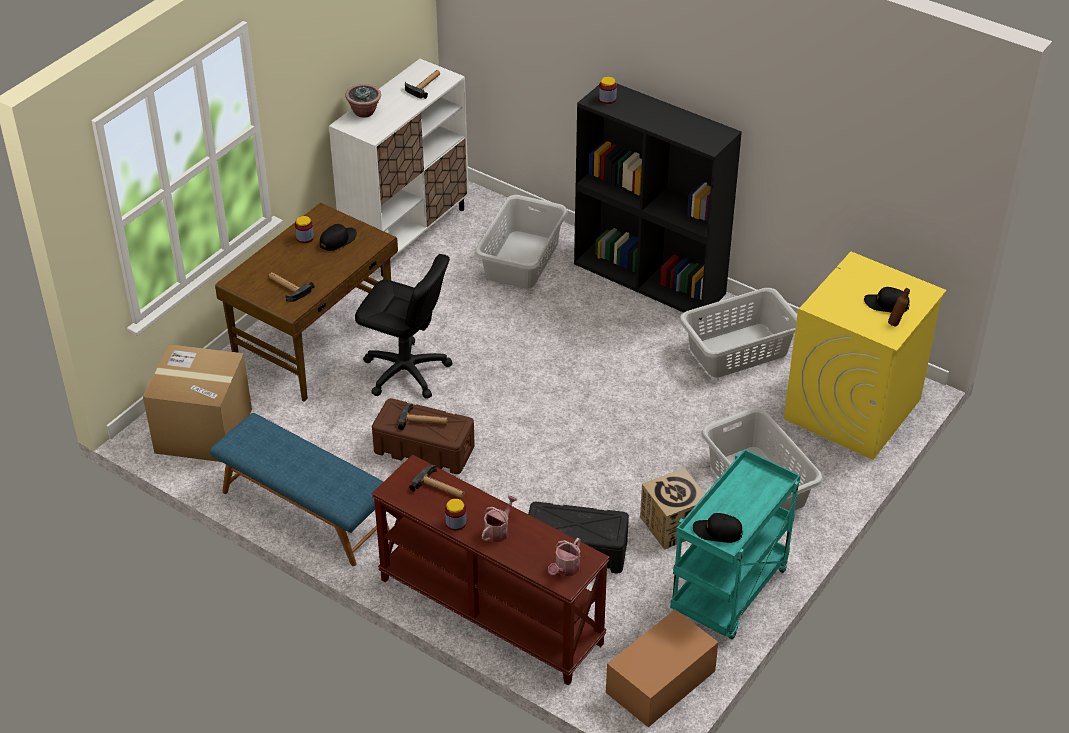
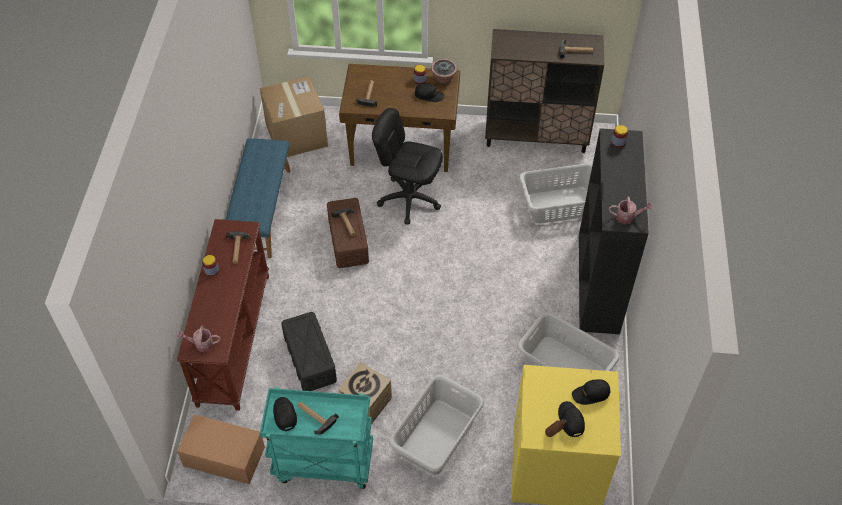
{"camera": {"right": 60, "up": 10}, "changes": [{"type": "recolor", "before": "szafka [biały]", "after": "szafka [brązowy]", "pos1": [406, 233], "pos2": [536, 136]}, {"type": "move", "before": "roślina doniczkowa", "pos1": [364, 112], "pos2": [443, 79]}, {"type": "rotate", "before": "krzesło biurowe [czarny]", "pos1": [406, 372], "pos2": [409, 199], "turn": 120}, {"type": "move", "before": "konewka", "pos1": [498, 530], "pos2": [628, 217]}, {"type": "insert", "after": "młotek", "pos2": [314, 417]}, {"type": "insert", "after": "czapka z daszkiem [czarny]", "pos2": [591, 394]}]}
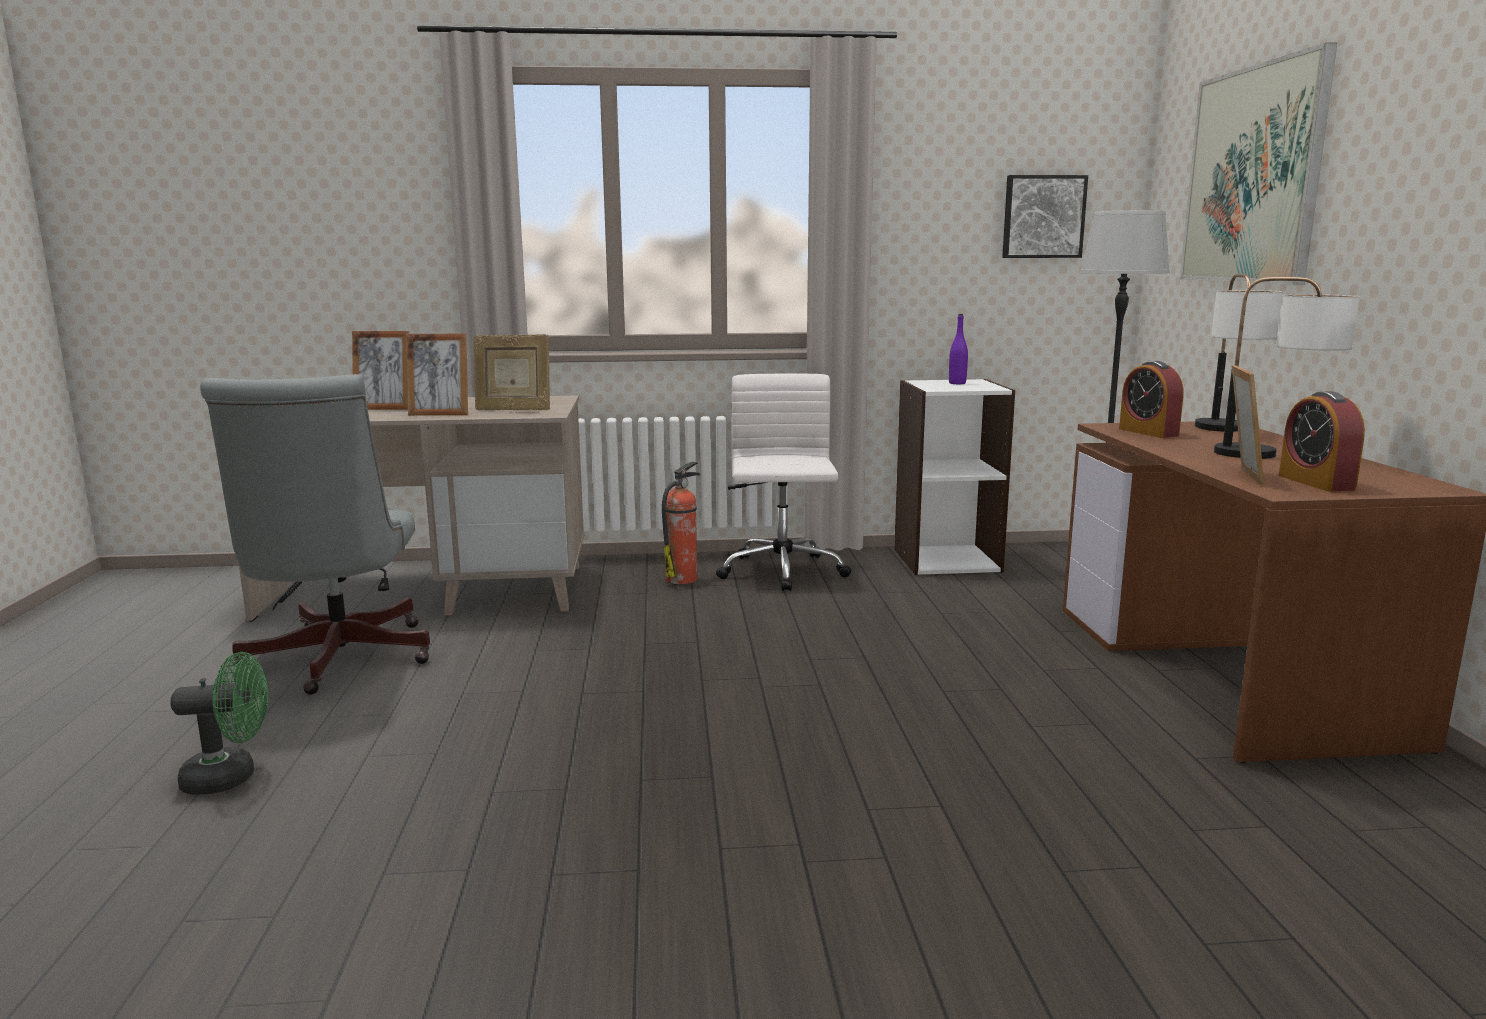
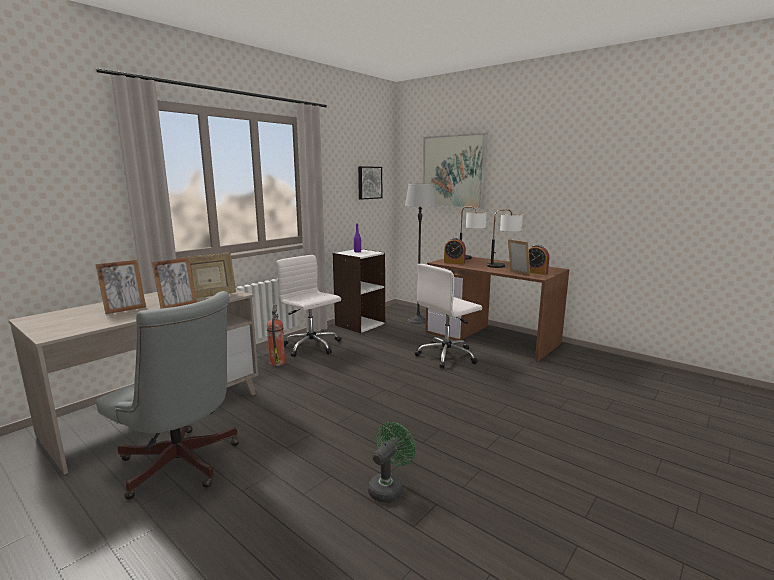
{"camera": {"right": -45, "up": 0}, "changes": [{"type": "move", "before": "wentylator [zielony]", "pos1": [231, 777], "pos2": [389, 487]}, {"type": "insert", "after": "krzesło biurowe [biały]", "pos2": [447, 356]}]}
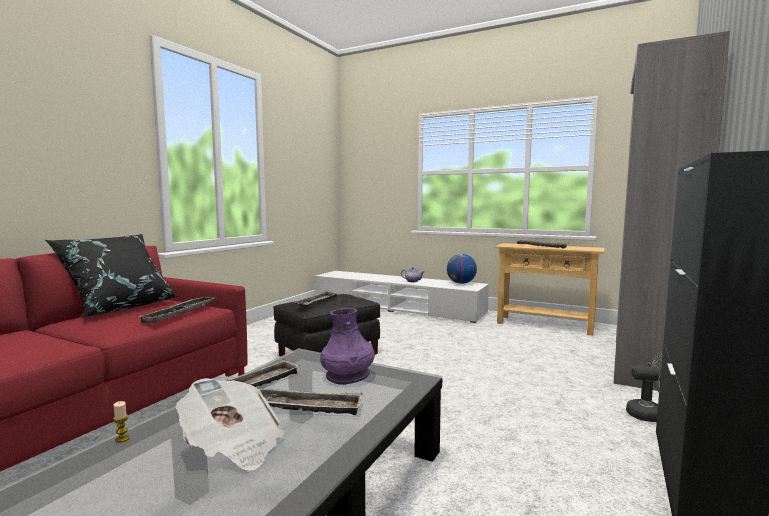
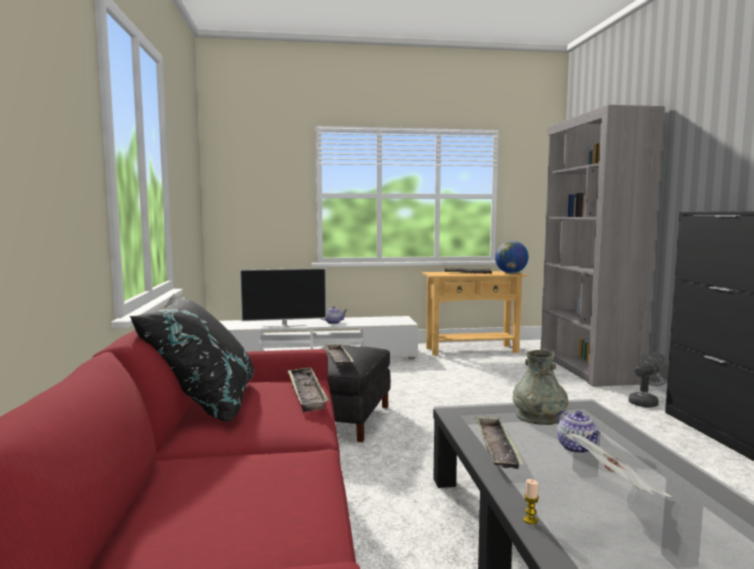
{"camera": {"right": -35, "up": 0}, "changes": [{"type": "replace", "before": "taca", "after": "imbryk", "pos1": [302, 407], "pos2": [578, 448]}, {"type": "recolor", "before": "wazon [fioletowy]", "after": "wazon [szary]", "pos1": [348, 376], "pos2": [538, 417]}, {"type": "move", "before": "globus", "pos1": [461, 283], "pos2": [511, 273]}, {"type": "insert", "after": "telewizor", "pos2": [284, 326]}]}
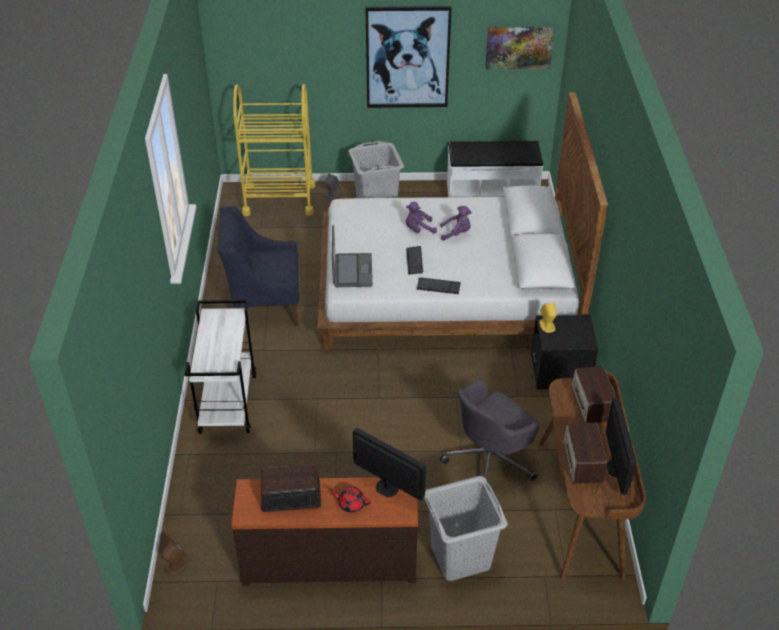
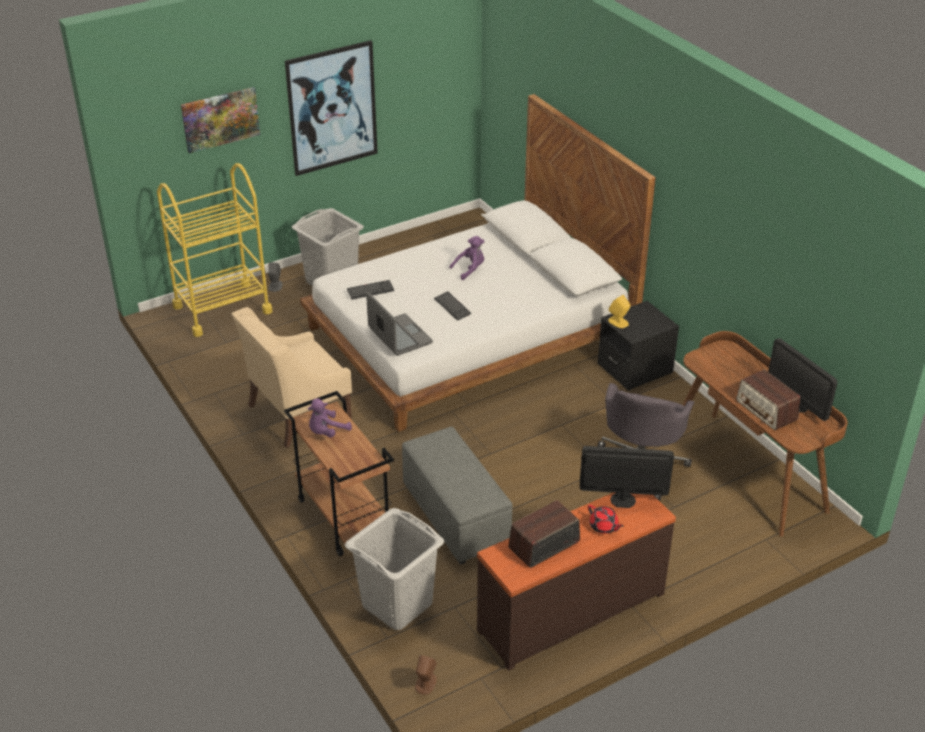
{"camera": {"right": -30, "up": -5}, "changes": [{"type": "recolor", "before": "wózek [biały]", "after": "wózek [brązowy]", "pos1": [227, 403], "pos2": [343, 517]}, {"type": "recolor", "before": "fotel [niebieski]", "after": "fotel [beżowy]", "pos1": [264, 304], "pos2": [298, 413]}, {"type": "rotate", "before": "imbryk [czerwony]", "pos1": [351, 504], "pos2": [604, 526], "turn": -120}, {"type": "move", "before": "pluszak [fioletowy]", "pos1": [418, 229], "pos2": [327, 432]}, {"type": "move", "before": "klawiatura", "pos1": [438, 286], "pos2": [370, 291]}, {"type": "move", "before": "kosz na pranie [szary]", "pos1": [460, 556], "pos2": [396, 604]}, {"type": "delete", "before": "ławka [biały]", "pos1": [491, 192]}, {"type": "move", "before": "obraz", "pos1": [519, 47], "pos2": [220, 119]}, {"type": "delete", "before": "radio", "pos1": [592, 403]}, {"type": "insert", "after": "pufa [szary]", "pos2": [455, 515]}]}
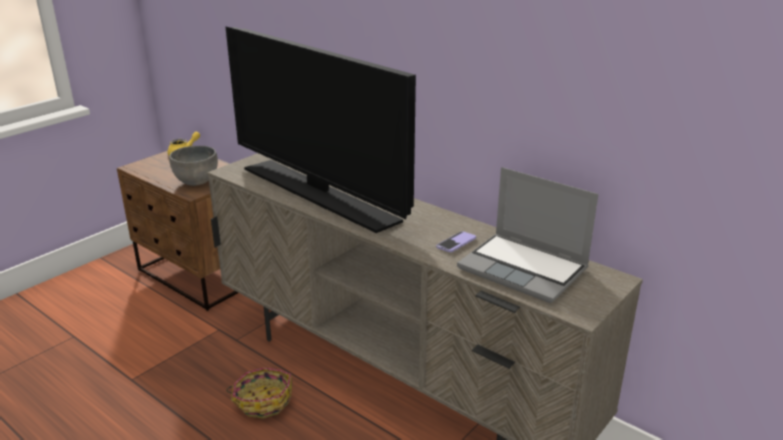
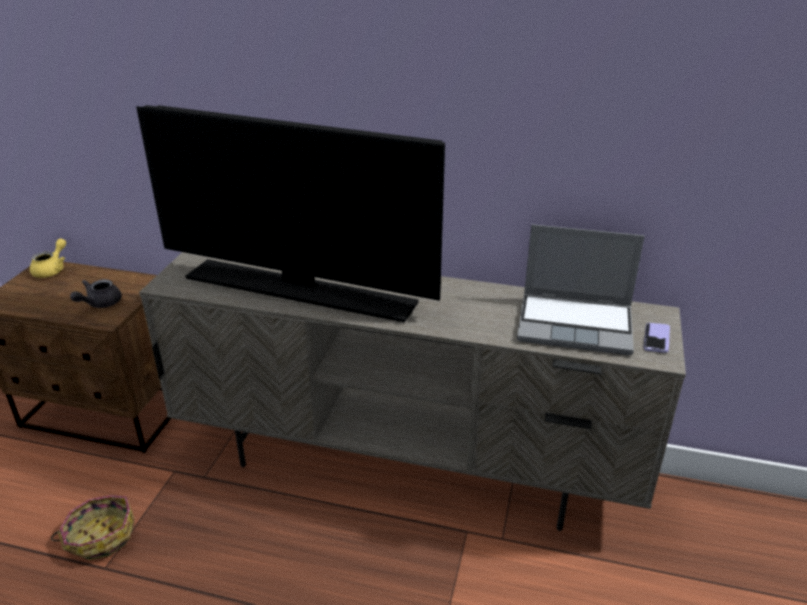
{"camera": {"right": -25, "up": 5}, "changes": [{"type": "replace", "before": "miska [szary]", "after": "imbryk [szary]", "pos1": [196, 182], "pos2": [99, 303]}, {"type": "move", "before": "koszyk", "pos1": [263, 400], "pos2": [100, 536]}, {"type": "move", "before": "telefon", "pos1": [456, 243], "pos2": [656, 339]}]}
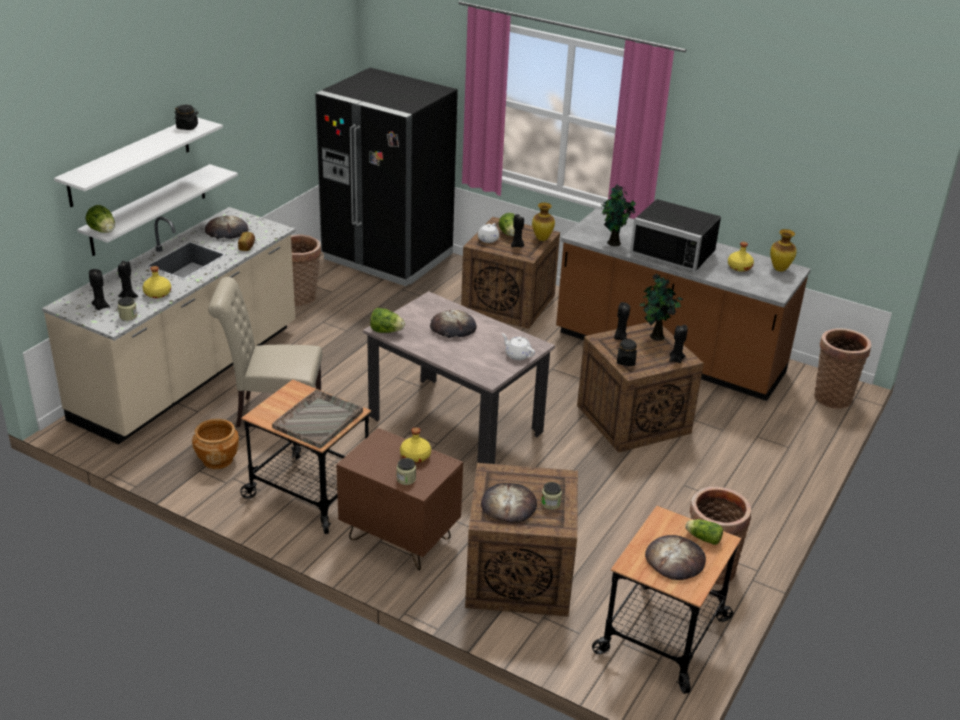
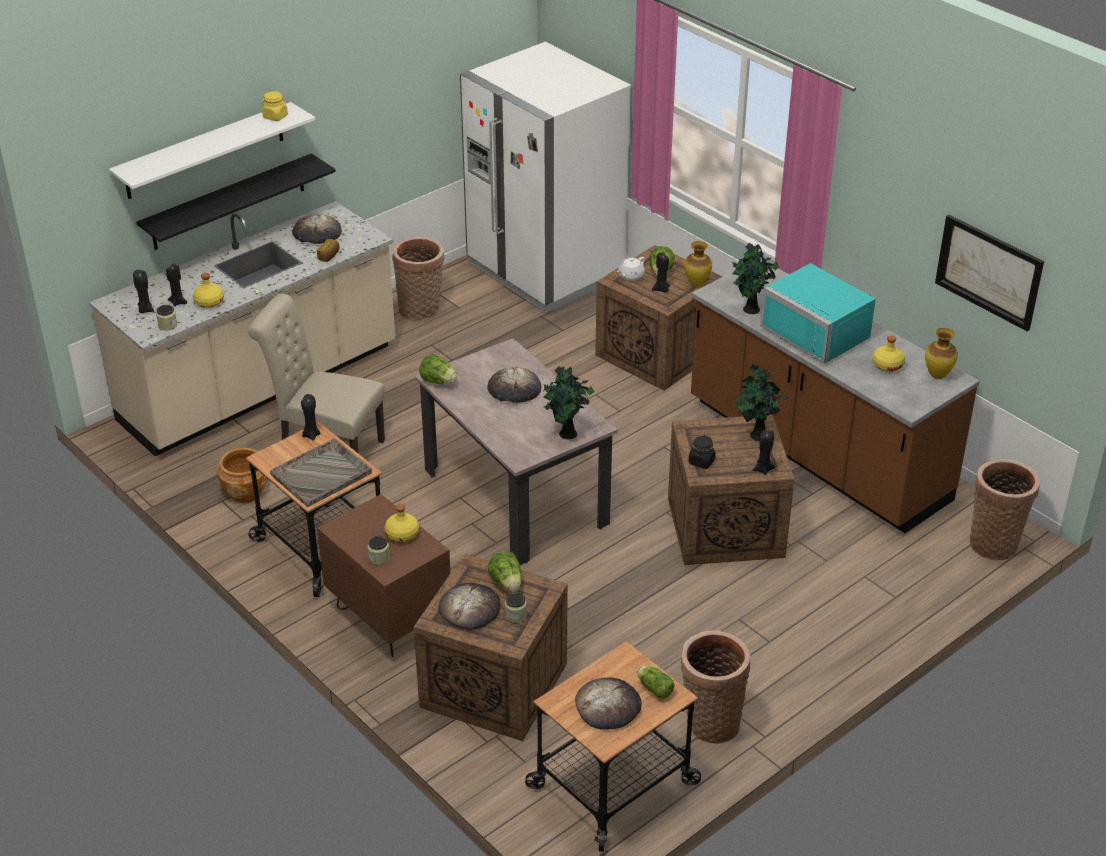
{"camera": {"right": 20, "up": 5}, "changes": [{"type": "recolor", "before": "półka [biały]", "after": "półka [czarny]", "pos1": [149, 210], "pos2": [228, 202]}, {"type": "move", "before": "sałata", "pos1": [103, 231], "pos2": [507, 583]}, {"type": "recolor", "before": "słoik [czarny]", "after": "słoik [żółty]", "pos1": [187, 127], "pos2": [275, 116]}, {"type": "recolor", "before": "lodówka [czarny]", "after": "lodówka [biały]", "pos1": [387, 257], "pos2": [545, 271]}, {"type": "replace", "before": "imbryk [biały]", "after": "roślina doniczkowa", "pos1": [517, 355], "pos2": [567, 434]}, {"type": "move", "before": "świeca [czarny]", "pos1": [620, 338], "pos2": [311, 435]}, {"type": "recolor", "before": "mikrofalówka [czarny]", "after": "mikrofalówka [turkusowy]", "pos1": [675, 251], "pos2": [820, 332]}, {"type": "insert", "after": "obraz", "pos2": [989, 271]}]}
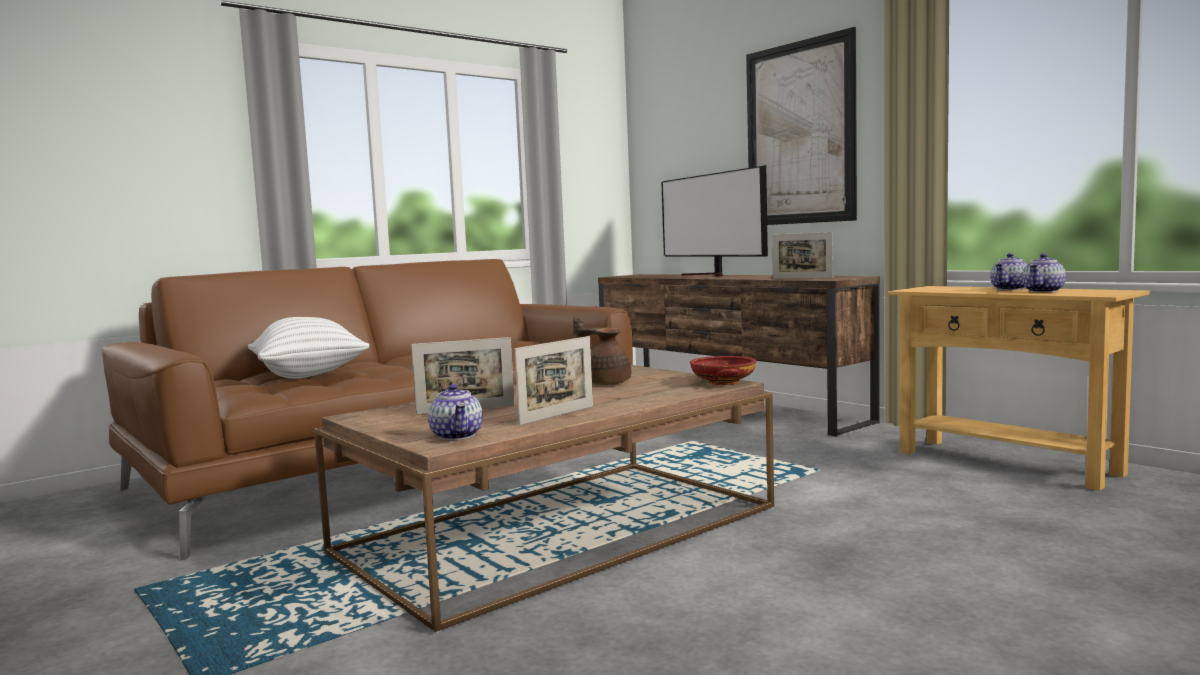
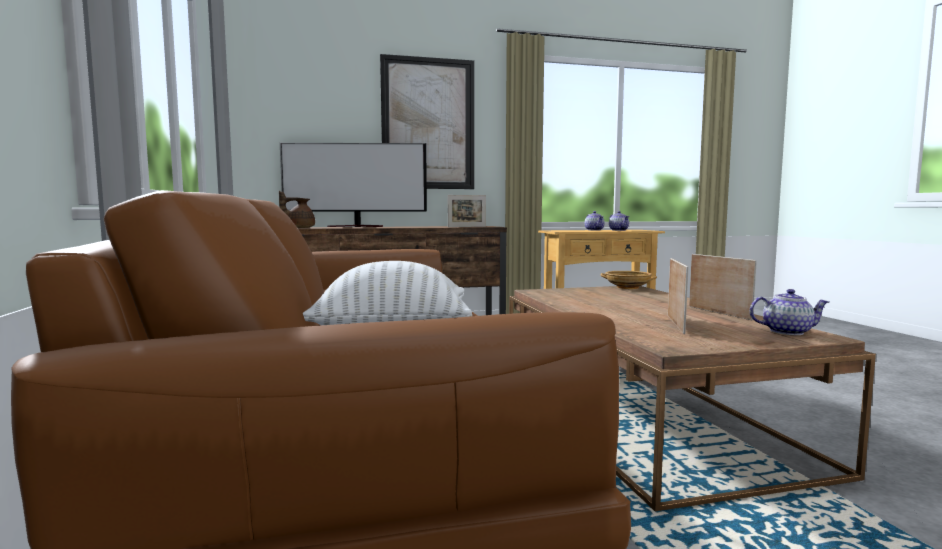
{"camera": {"right": -65, "up": 0}, "changes": [{"type": "move", "before": "imbryk [brązowy]", "pos1": [604, 383], "pos2": [299, 228]}, {"type": "recolor", "before": "miska [czerwony]", "after": "miska [beżowy]", "pos1": [722, 382], "pos2": [627, 287]}]}
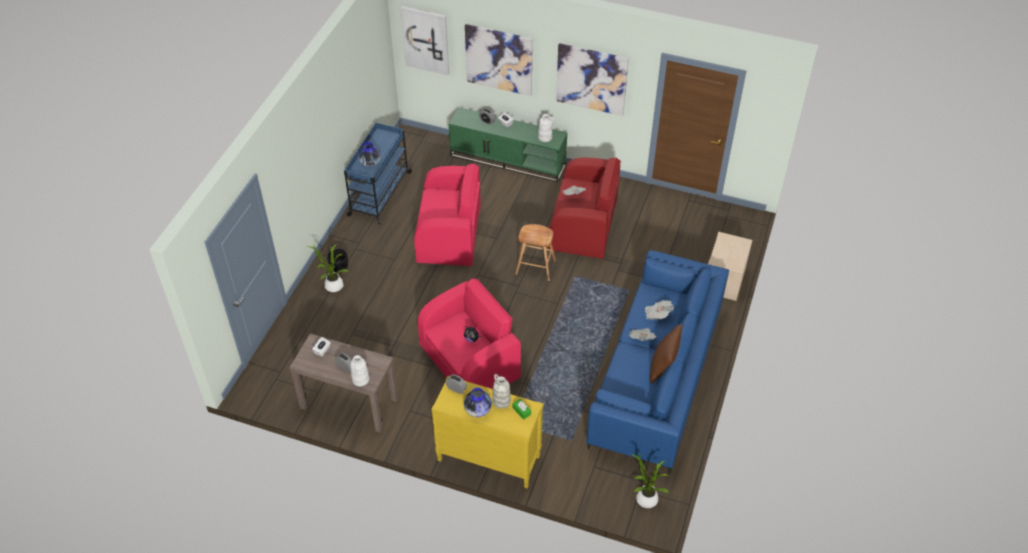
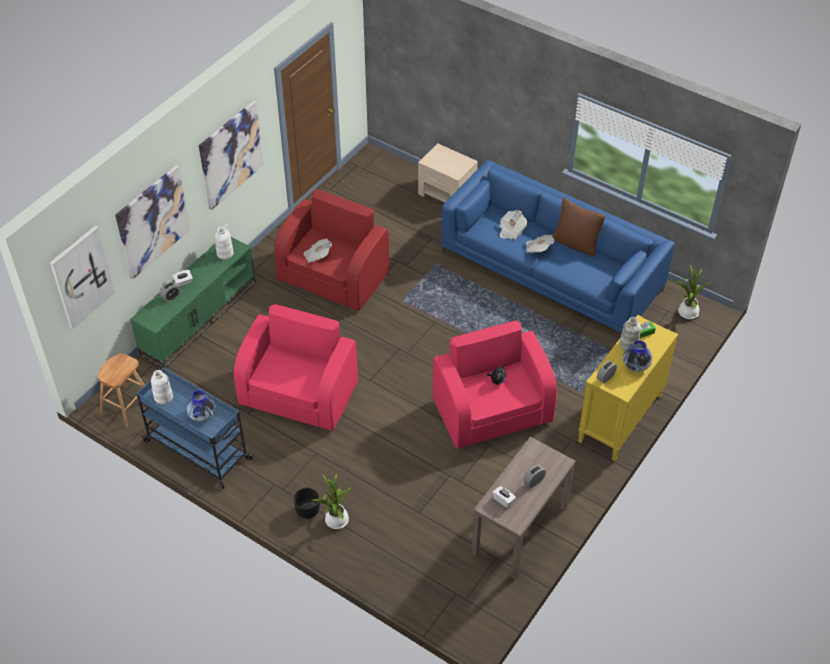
{"camera": {"right": -75, "up": 0}, "changes": [{"type": "move", "before": "wazon [biały]", "pos1": [360, 379], "pos2": [164, 397]}, {"type": "move", "before": "stołek [brązowy]", "pos1": [535, 267], "pos2": [126, 406]}]}
